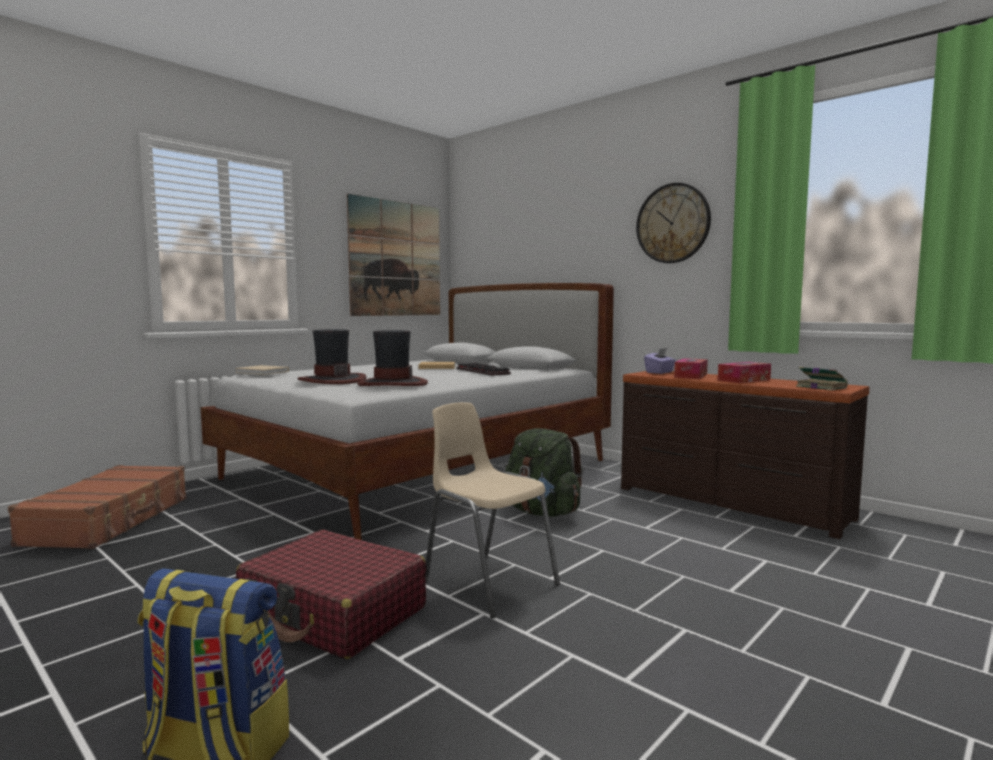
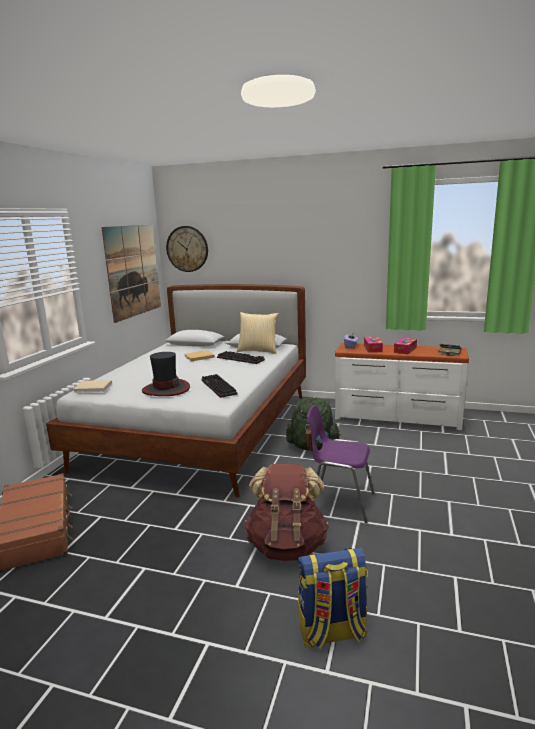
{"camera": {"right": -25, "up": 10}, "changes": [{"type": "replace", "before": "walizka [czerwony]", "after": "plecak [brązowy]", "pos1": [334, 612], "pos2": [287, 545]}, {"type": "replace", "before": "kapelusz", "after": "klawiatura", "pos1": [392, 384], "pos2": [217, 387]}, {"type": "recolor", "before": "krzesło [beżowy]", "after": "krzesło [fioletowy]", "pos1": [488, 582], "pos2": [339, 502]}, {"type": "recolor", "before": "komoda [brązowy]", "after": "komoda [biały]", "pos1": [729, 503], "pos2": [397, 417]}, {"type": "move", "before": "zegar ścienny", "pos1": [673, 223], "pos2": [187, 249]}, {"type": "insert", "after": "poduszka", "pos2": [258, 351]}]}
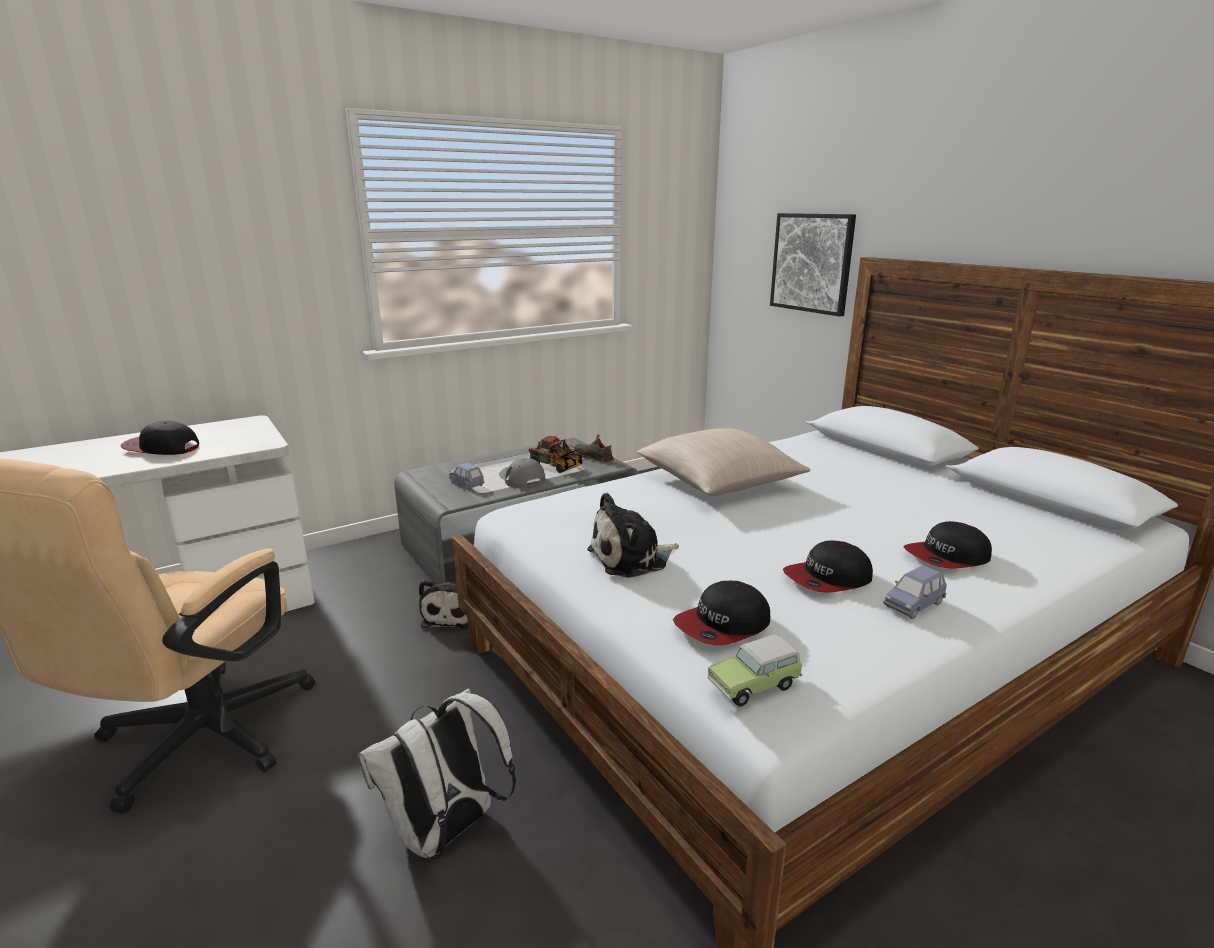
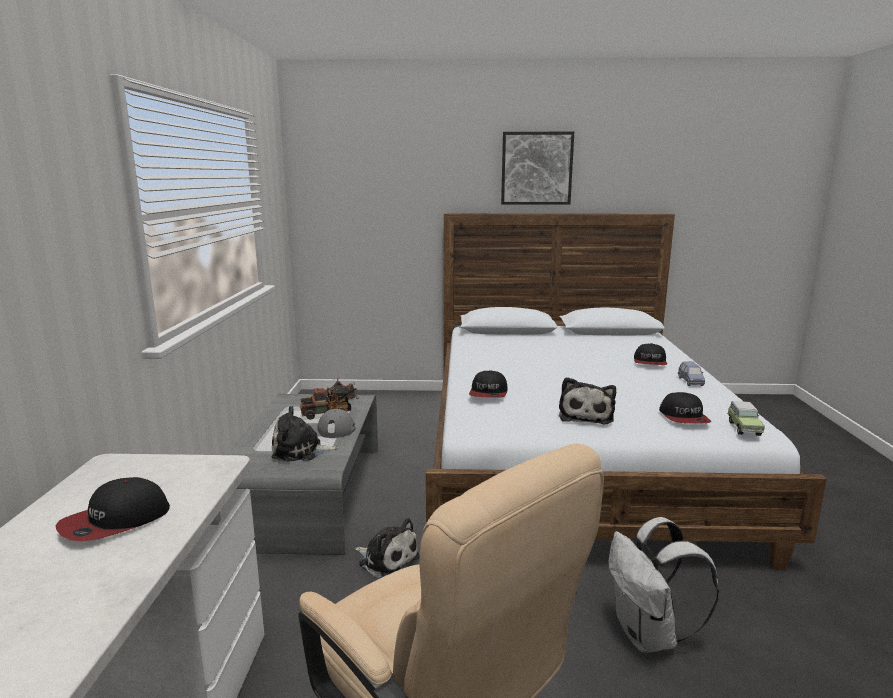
{"camera": {"right": -55, "up": -5}, "changes": [{"type": "replace", "before": "samochodzik [niebieski]", "after": "pluszak", "pos1": [466, 484], "pos2": [300, 451]}, {"type": "delete", "before": "poduszka [beżowy]", "pos1": [719, 482]}, {"type": "move", "before": "obraz", "pos1": [812, 263], "pos2": [536, 168]}, {"type": "move", "before": "czapka z daszkiem", "pos1": [827, 579], "pos2": [488, 393]}]}
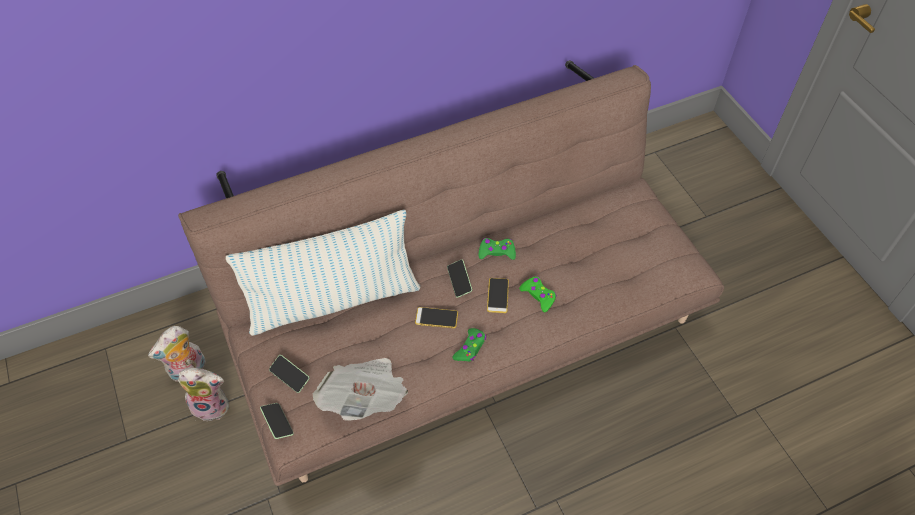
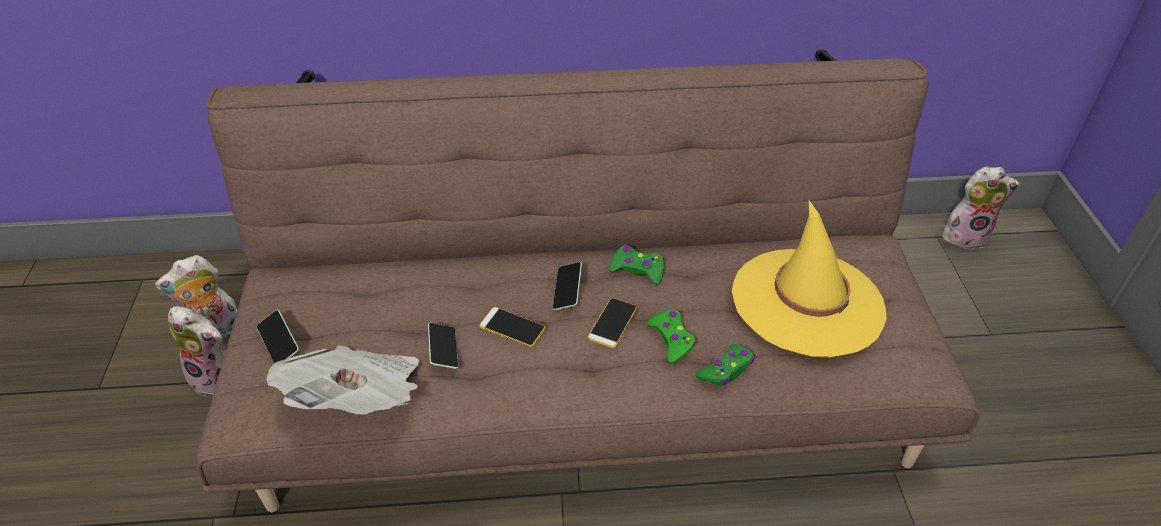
{"camera": {"right": 20, "up": -10}, "changes": [{"type": "delete", "before": "poduszka", "pos1": [333, 301]}, {"type": "move", "before": "telefon", "pos1": [277, 423], "pos2": [444, 351]}, {"type": "move", "before": "pad do gier [zielony]", "pos1": [470, 348], "pos2": [726, 370]}, {"type": "insert", "after": "kapelusz [żółty]", "pos2": [807, 302]}, {"type": "insert", "after": "pluszak", "pos2": [965, 236]}]}
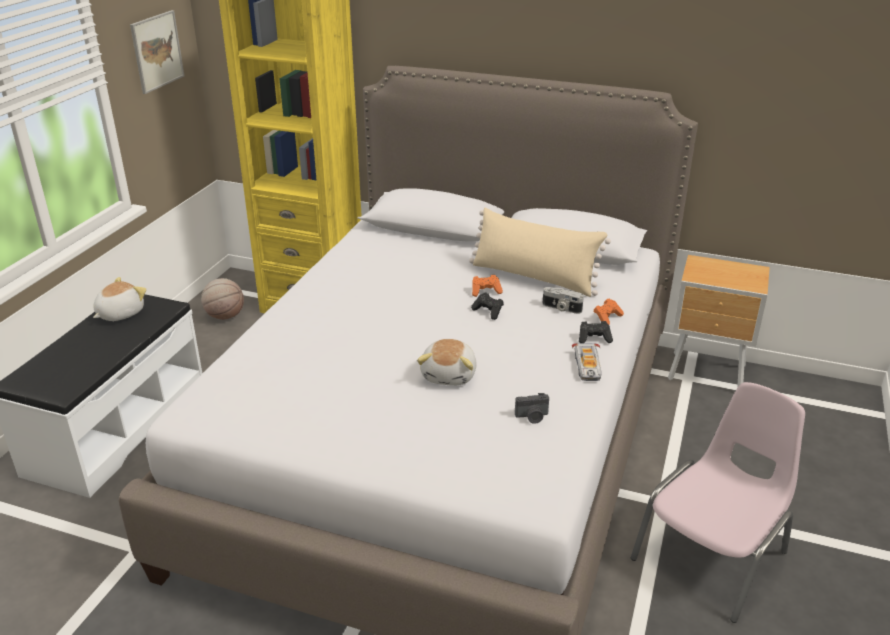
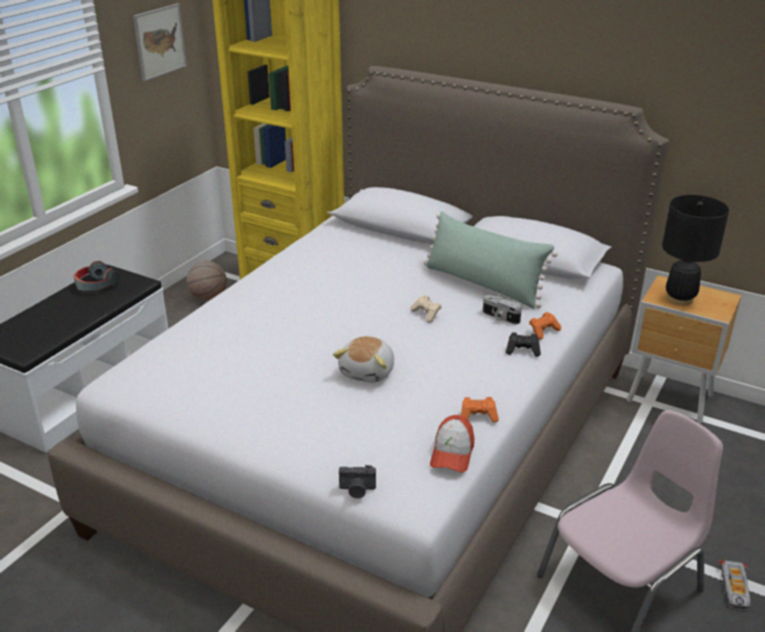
{"camera": {"right": 10, "up": 0}, "changes": [{"type": "replace", "before": "pluszak", "after": "słuchawki", "pos1": [119, 313], "pos2": [96, 285]}, {"type": "recolor", "before": "poduszka [beżowy]", "after": "poduszka [zielony]", "pos1": [534, 277], "pos2": [483, 284]}, {"type": "recolor", "before": "pad do gier [czarny]", "after": "pad do gier [beżowy]", "pos1": [488, 312], "pos2": [426, 314]}, {"type": "move", "before": "pad do gier [pomarańczowy]", "pos1": [485, 291], "pos2": [478, 416]}, {"type": "move", "before": "aparat fotograficzny", "pos1": [532, 417], "pos2": [357, 490]}, {"type": "move", "before": "samochodzik", "pos1": [587, 366], "pos2": [735, 588]}, {"type": "insert", "after": "czapka z daszkiem", "pos2": [452, 453]}, {"type": "insert", "after": "lampa stołowa [czarny]", "pos2": [680, 298]}]}
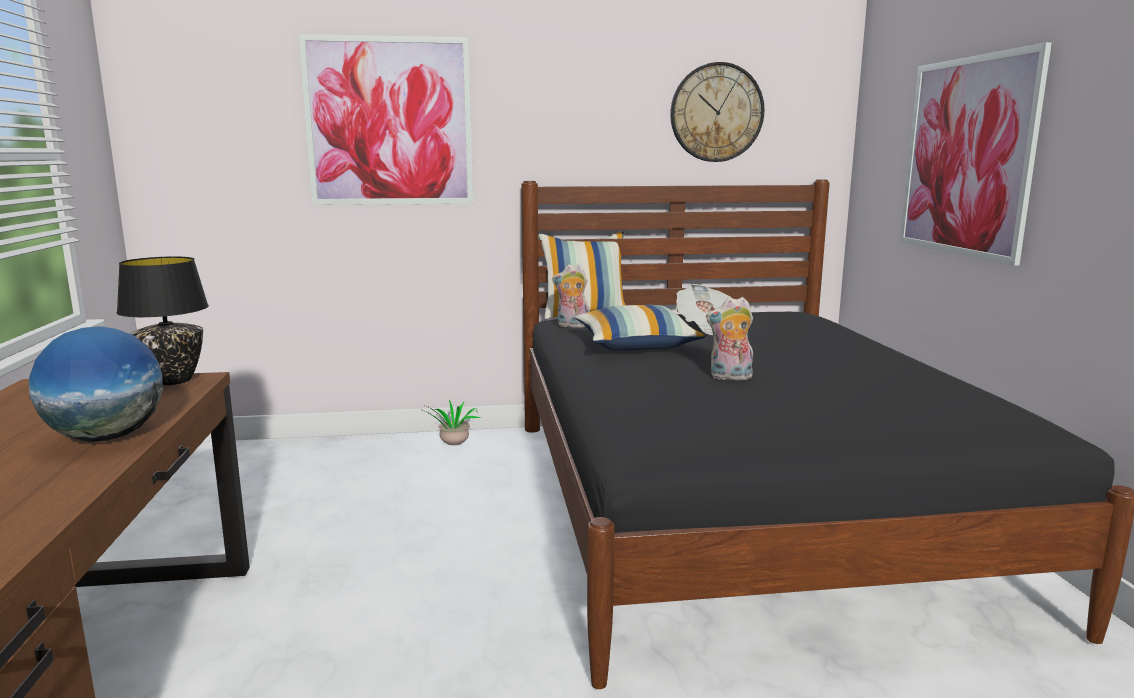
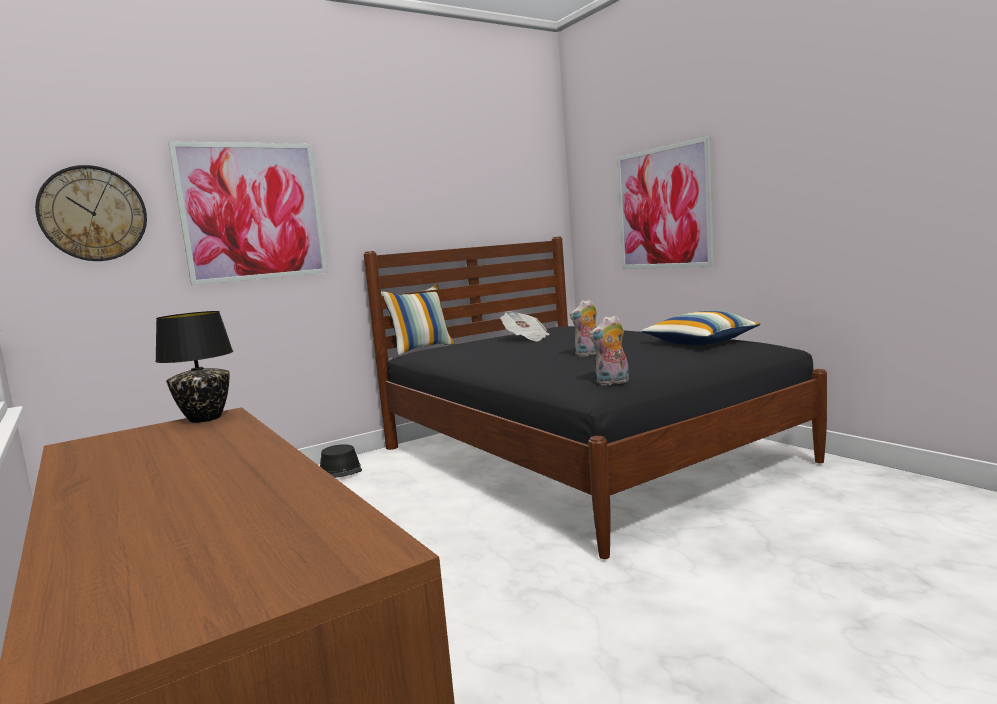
{"camera": {"right": -25, "up": -5}, "changes": [{"type": "delete", "before": "globus", "pos1": [107, 437]}, {"type": "replace", "before": "roślina doniczkowa", "after": "kapelusz [czarny]", "pos1": [453, 446], "pos2": [341, 470]}, {"type": "move", "before": "pluszak", "pos1": [572, 326], "pos2": [612, 383]}, {"type": "move", "before": "poduszka", "pos1": [636, 346], "pos2": [700, 342]}, {"type": "move", "before": "zegar ścienny", "pos1": [716, 112], "pos2": [93, 214]}]}
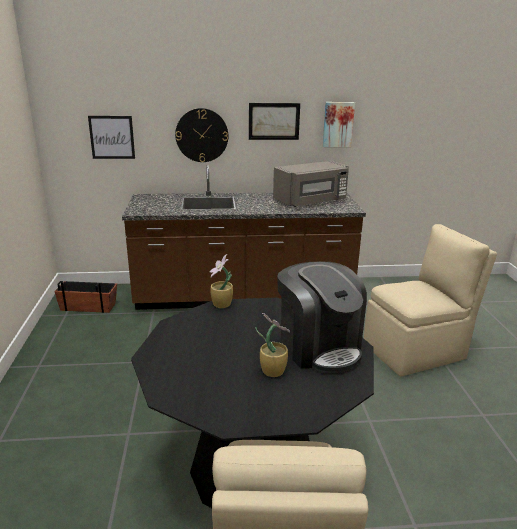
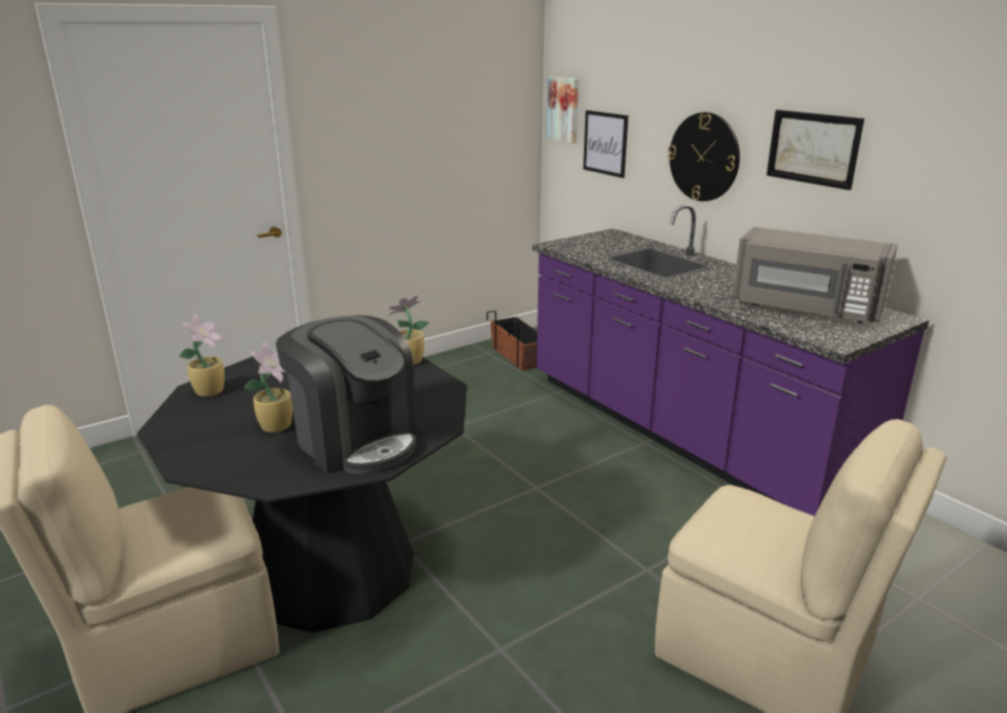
{"camera": {"right": 60, "up": 0}, "changes": [{"type": "recolor", "before": "zabudowa kuchenna [brązowy]", "after": "zabudowa kuchenna [fioletowy]", "pos1": [243, 296], "pos2": [684, 434]}, {"type": "rotate", "before": "ekspres do kawy", "pos1": [319, 347], "pos2": [355, 440], "turn": -75}, {"type": "move", "before": "obraz", "pos1": [338, 124], "pos2": [564, 109]}, {"type": "insert", "after": "roślina doniczkowa", "pos2": [211, 391]}]}
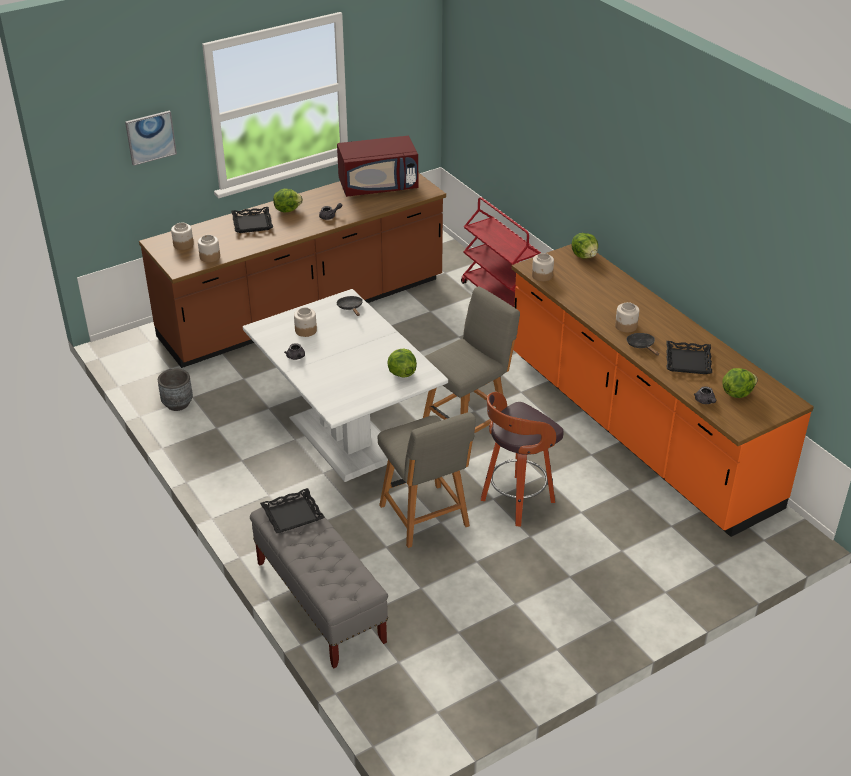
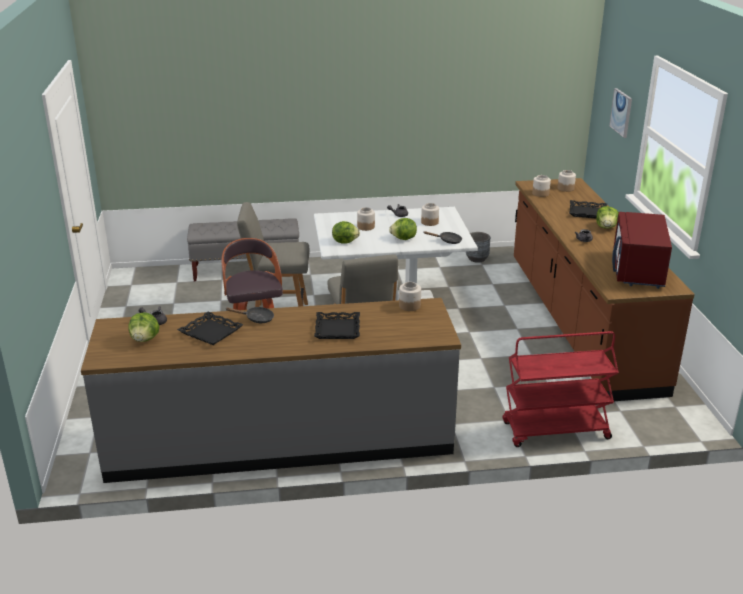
{"camera": {"right": 115, "up": -10}, "changes": [{"type": "move", "before": "taca [czarny]", "pos1": [292, 515], "pos2": [337, 329]}, {"type": "recolor", "before": "zabudowa kuchenna [pomarańczowy]", "after": "zabudowa kuchenna [szary]", "pos1": [637, 429], "pos2": [280, 440]}, {"type": "move", "before": "sałata", "pos1": [584, 256], "pos2": [403, 239]}, {"type": "move", "before": "słoik", "pos1": [626, 326], "pos2": [365, 227]}]}
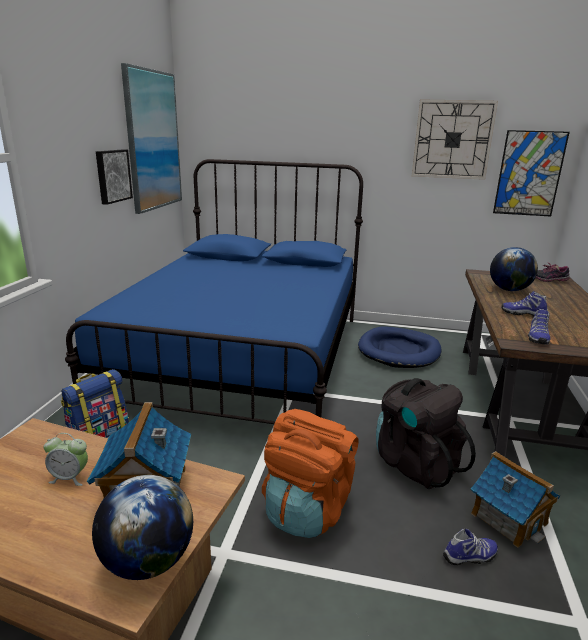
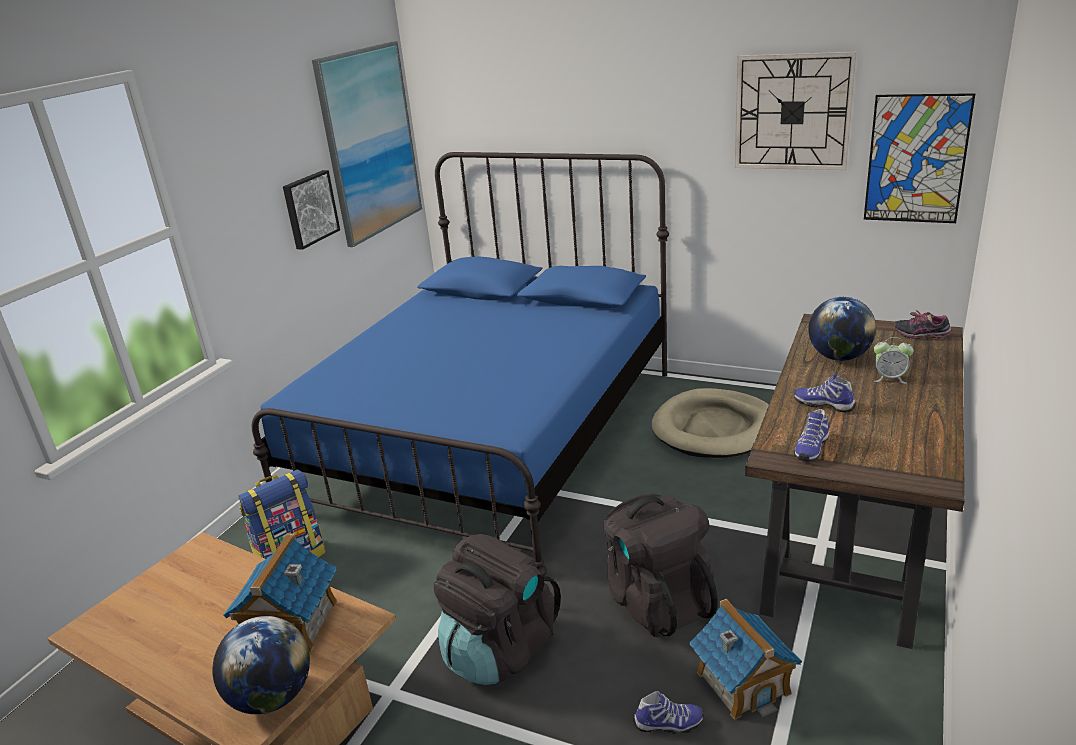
{"camera": {"right": 15, "up": 5}, "changes": [{"type": "move", "before": "budzik", "pos1": [70, 477], "pos2": [890, 378]}, {"type": "recolor", "before": "plecak [pomarańczowy]", "after": "plecak [czarny]", "pos1": [307, 508], "pos2": [499, 650]}, {"type": "recolor", "before": "legowisko [niebieski]", "after": "legowisko [beżowy]", "pos1": [399, 351], "pos2": [714, 428]}]}
